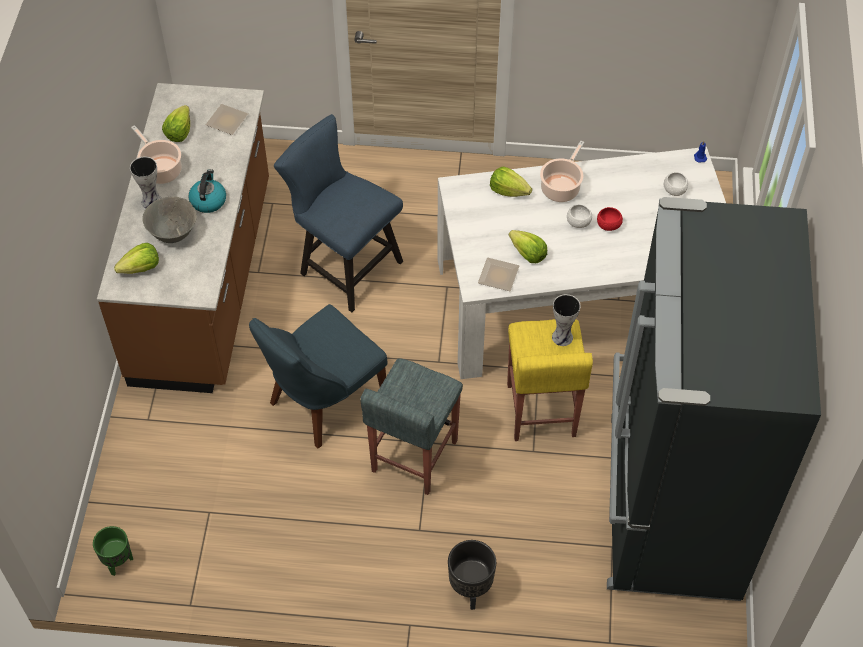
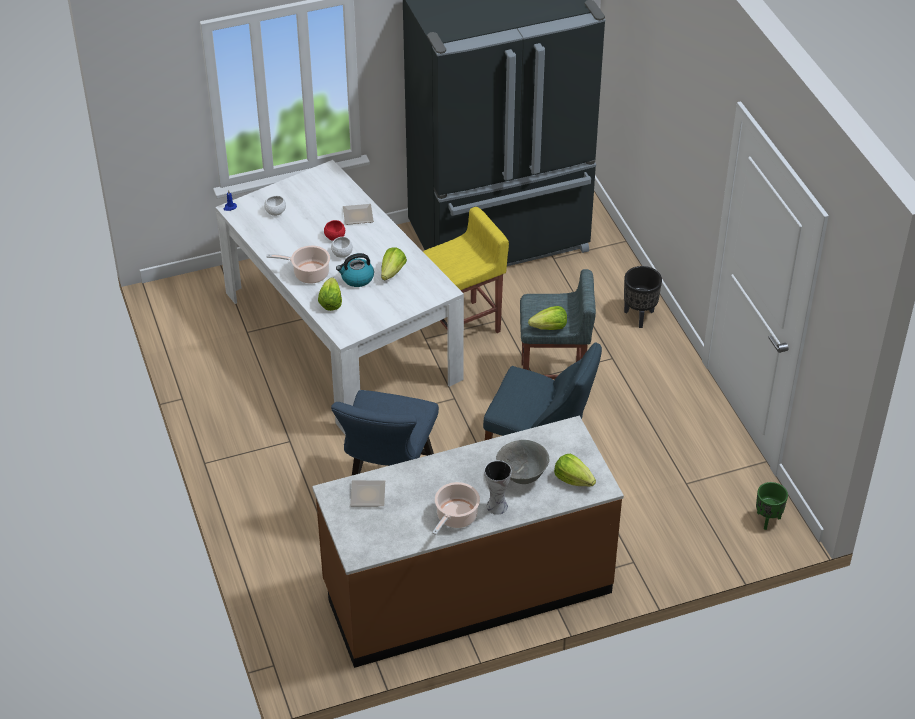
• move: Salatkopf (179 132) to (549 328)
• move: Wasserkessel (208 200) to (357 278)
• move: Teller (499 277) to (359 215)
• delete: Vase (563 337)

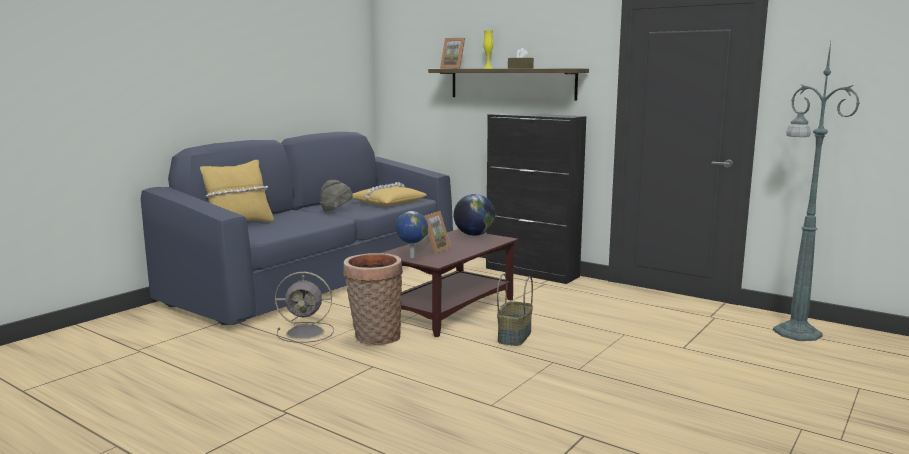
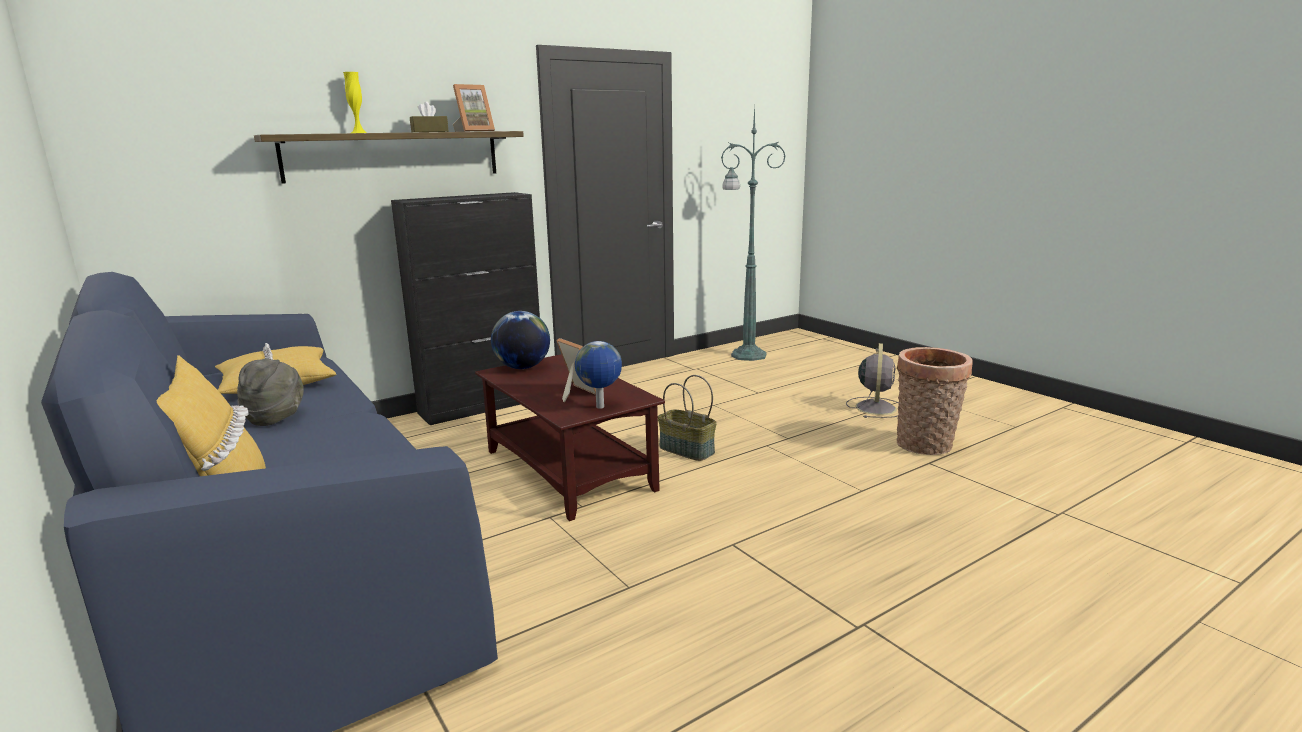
• move: Ventilator (grau) (307 332) to (875 407)
• move: Korb (374 337) to (925 446)
• move: Bilderrahmen (453 68) to (474 131)

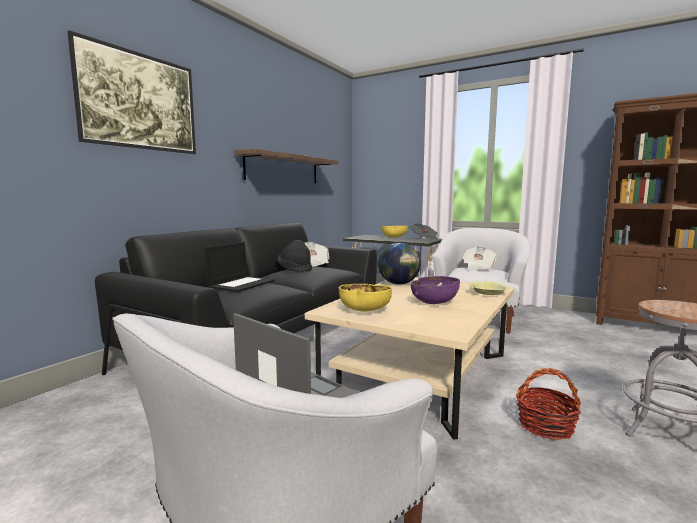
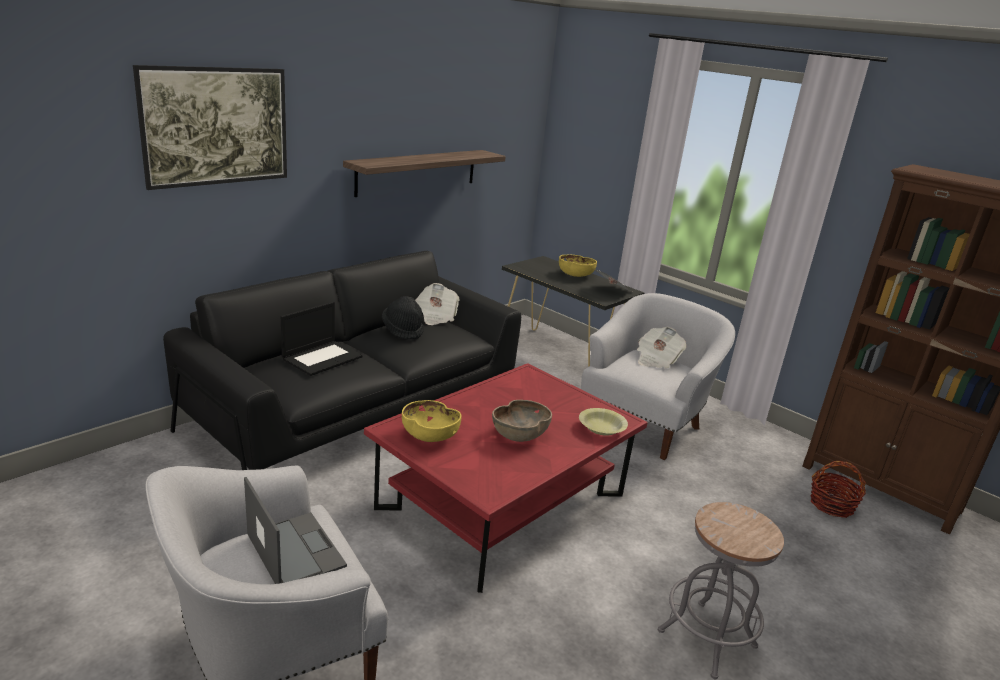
• recolor: Couchtisch (beige) (419 373) to Couchtisch (rot) (502 501)
• delete: Globus (398 284)
• recolor: Schüssel (lila) (435 302) to Schüssel (braun) (520 435)
• move: Korb (546 426) to (831 505)

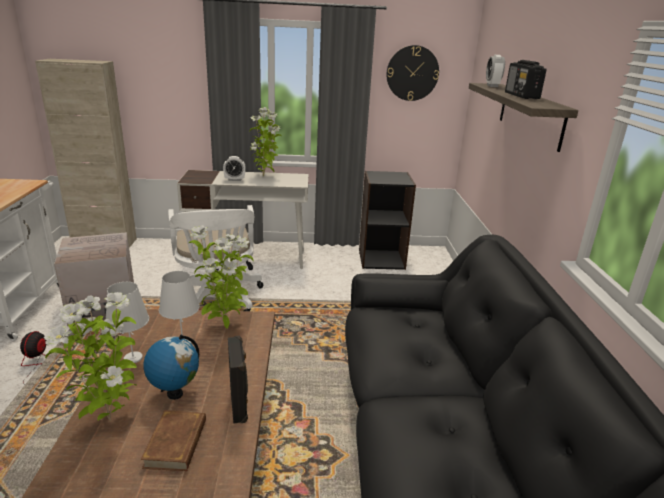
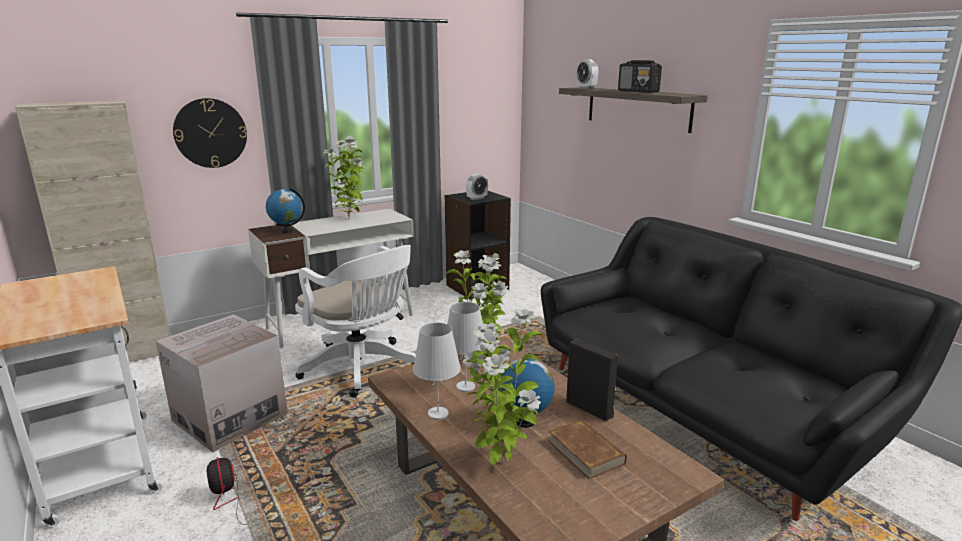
• move: Wecker (234 179) to (477 198)
• move: Wanduhr (412 73) to (210 133)
• insert: Globus (286 231)

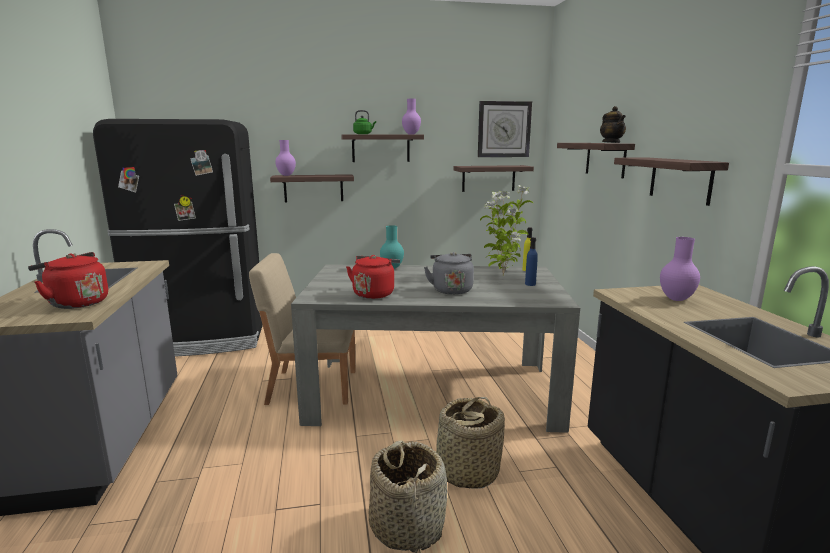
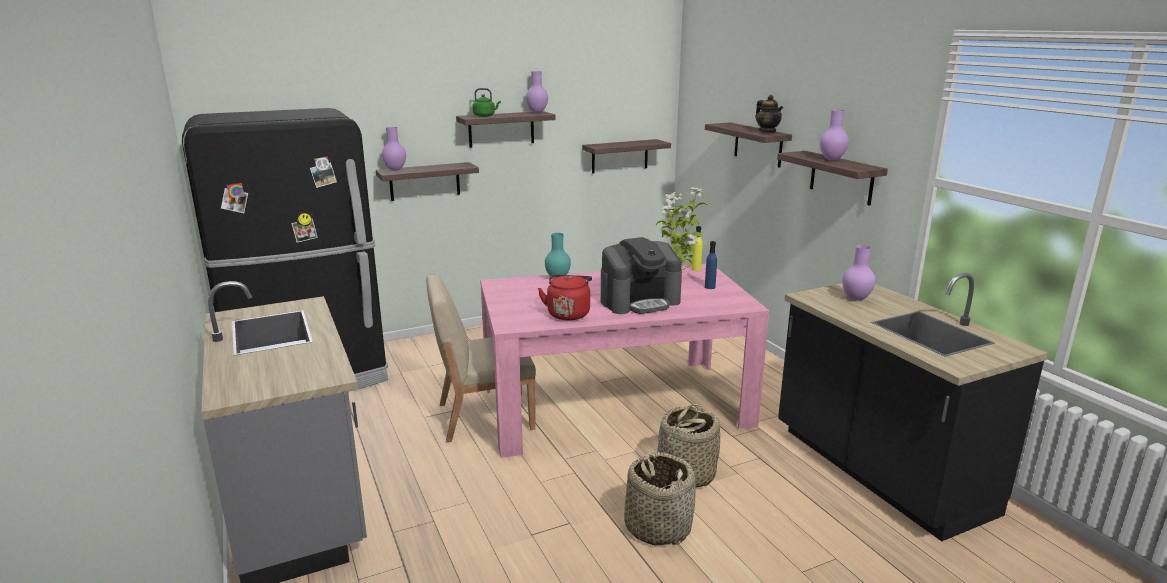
• delete: Wasserkessel (rot) (76 303)
• recolor: Esstisch (grau) (433 391) to Esstisch (rosa) (615 404)
• replace: Wasserkessel (grau) (451 290) to Kaffeemaschine (640 301)
• delete: Wanduhr (504 129)
• insert: Vase (lila) (832 159)

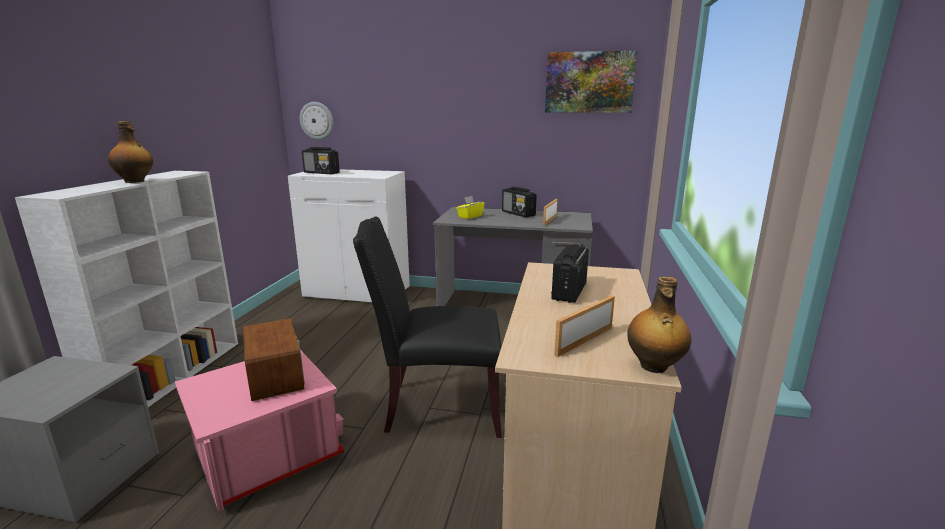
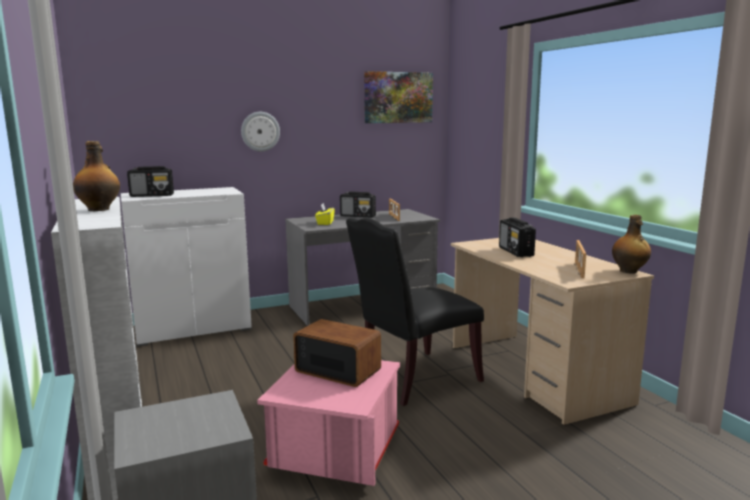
• move: Wanduhr (317 120) to (260 131)

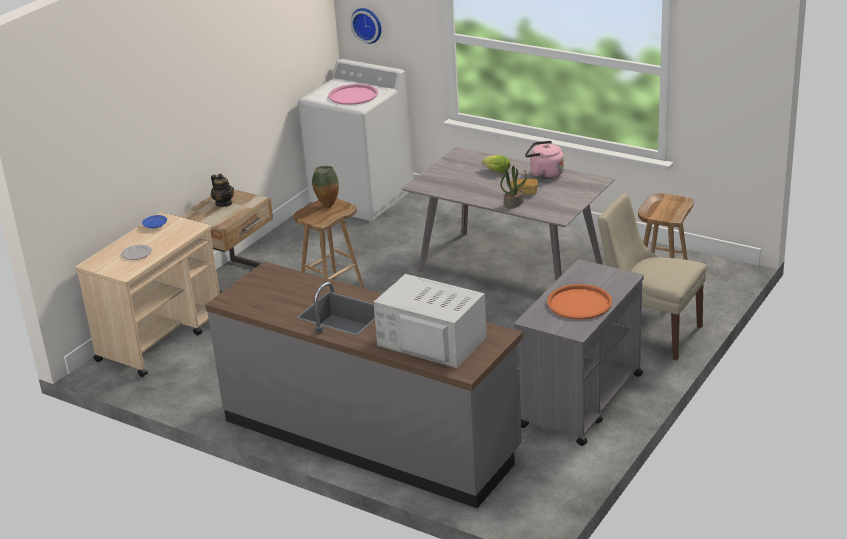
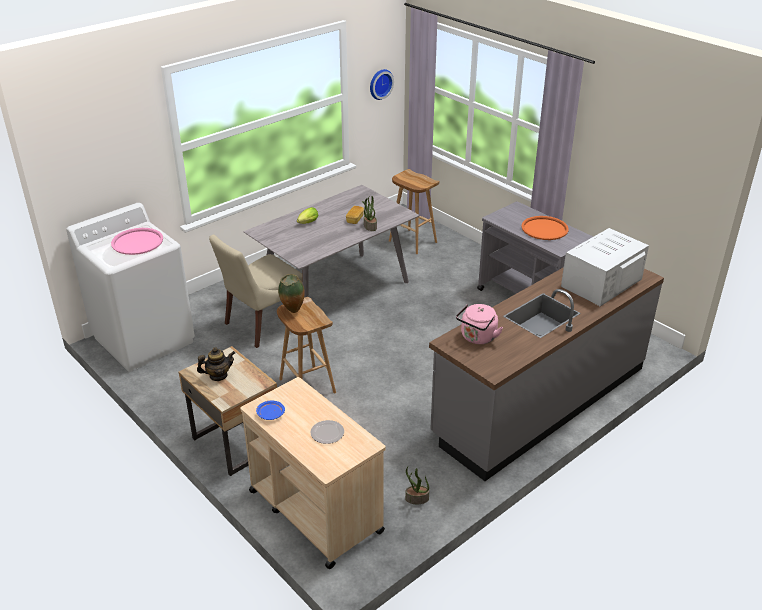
• move: Wanduhr (367 24) to (379 83)
• move: Wasserkessel (rosa) (544 174) to (477 338)
• move: Stuhl (beige) (649 332) to (263 324)
• insert: Topfpflanze (416 499)

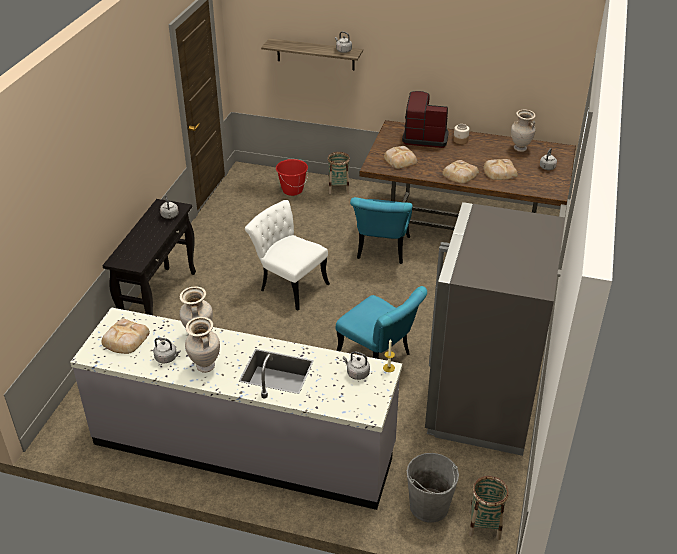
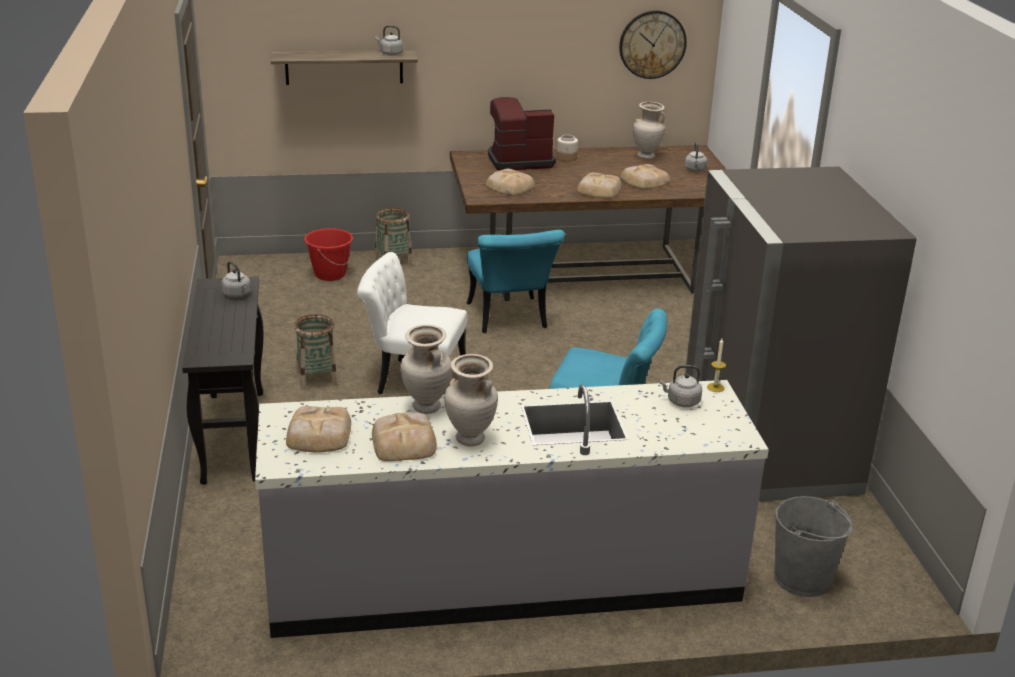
• replace: Wasserkessel (grau) (167 358) to Brot (404 442)
• move: Korb (484 525) to (317 378)
• insert: Wanduhr (652 44)

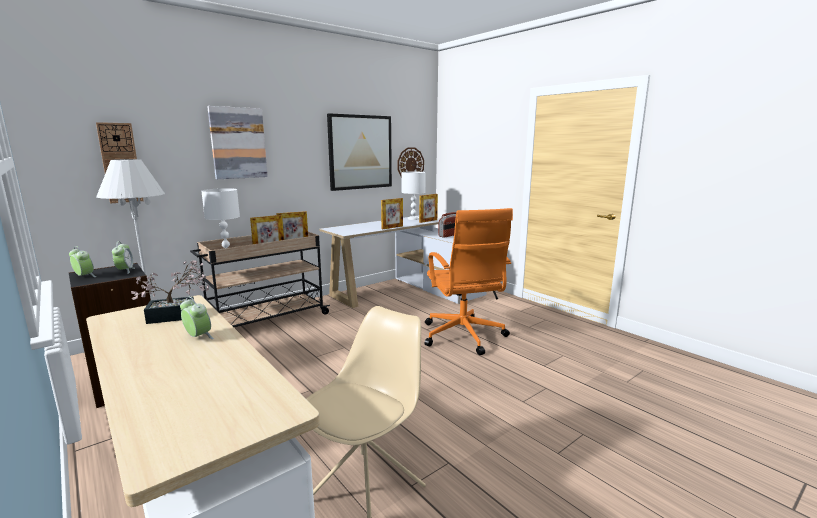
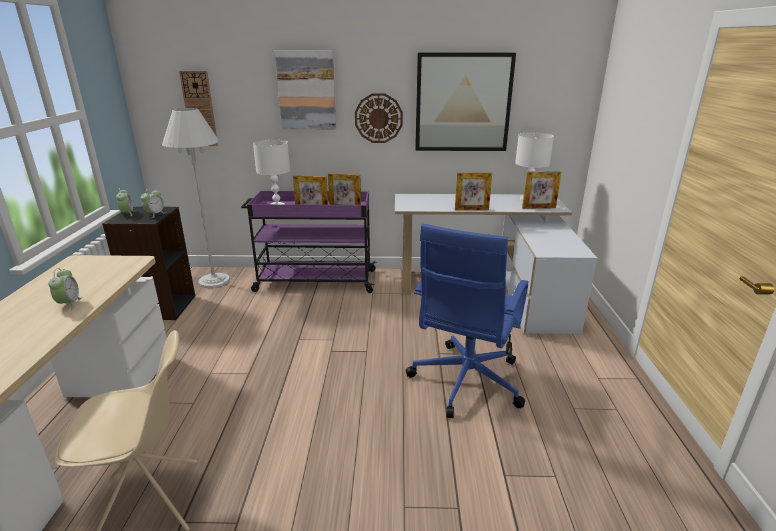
• delete: Topfpflanze (177 316)
• recolor: Rollwagen (beige) (266 320) to Rollwagen (lila) (314 281)
• move: Wanduhr (410 164) to (378 118)
• recolor: Bürostuhl (orange) (463 336) to Bürostuhl (blau) (465 382)
• delete: Radio (450 235)

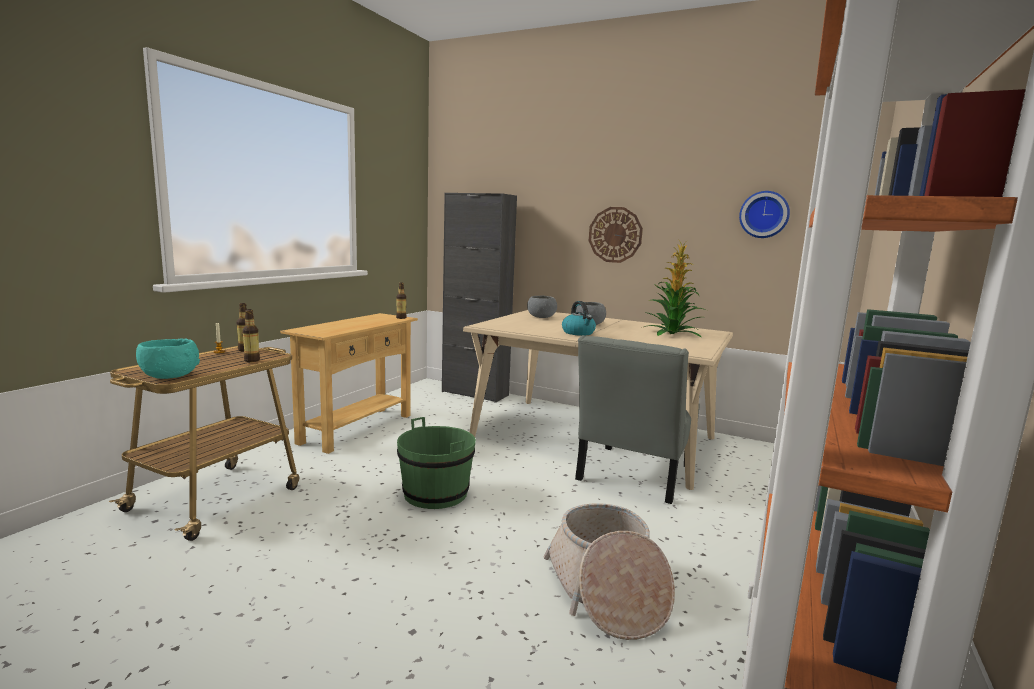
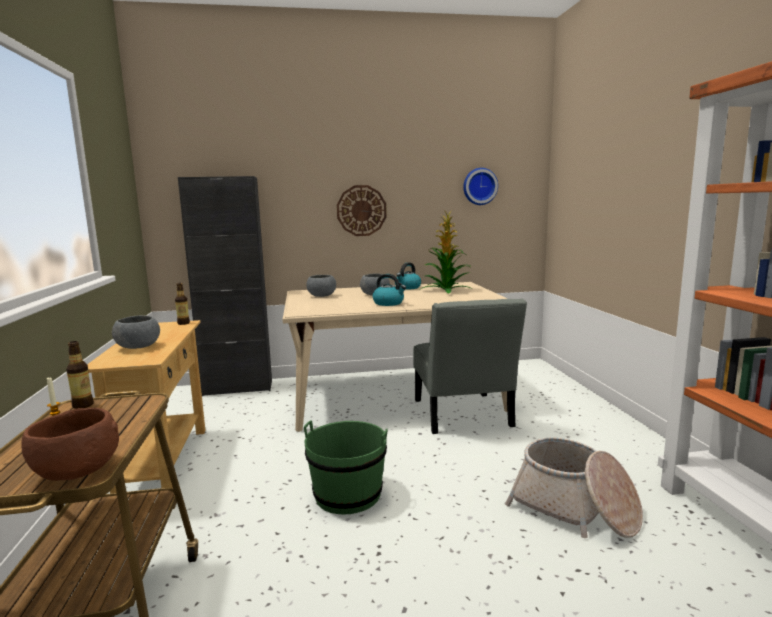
• recolor: Schüssel (türkis) (169 375) to Schüssel (braun) (75 470)
• delete: Flasche (252 360)
• insert: Schüssel (grau) (138 347)
• insert: Wasserkessel (407 287)

